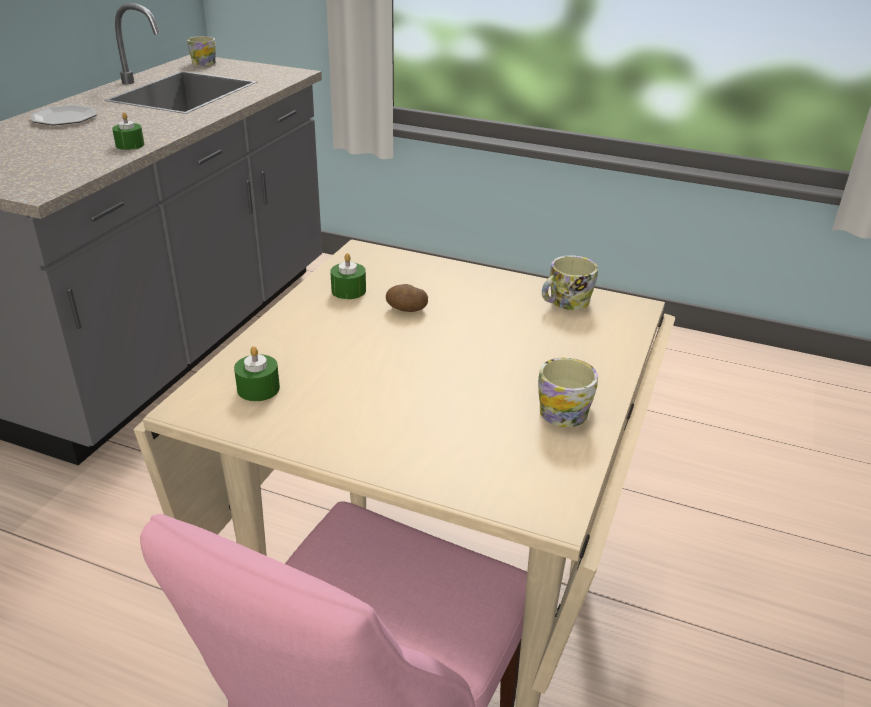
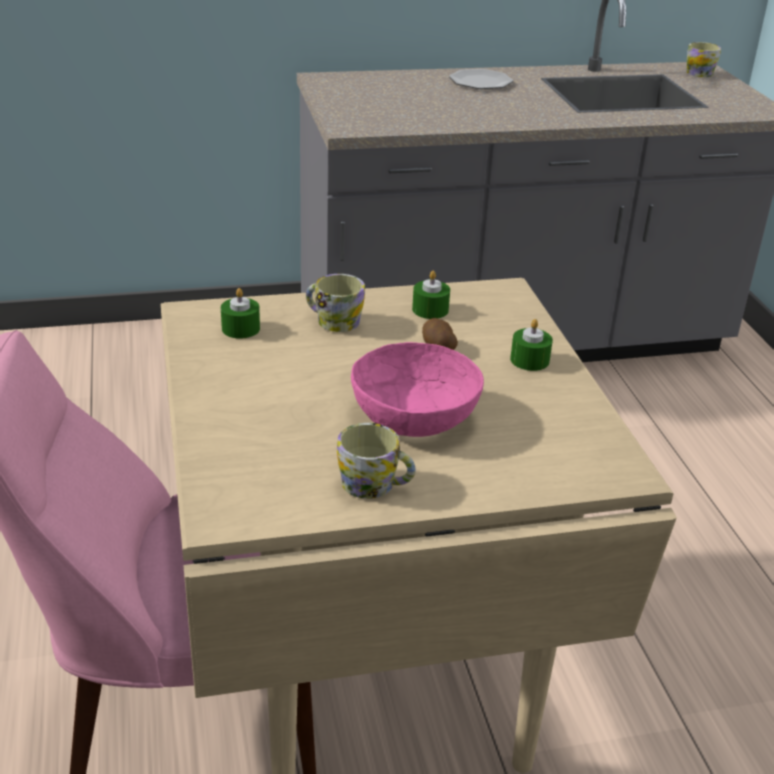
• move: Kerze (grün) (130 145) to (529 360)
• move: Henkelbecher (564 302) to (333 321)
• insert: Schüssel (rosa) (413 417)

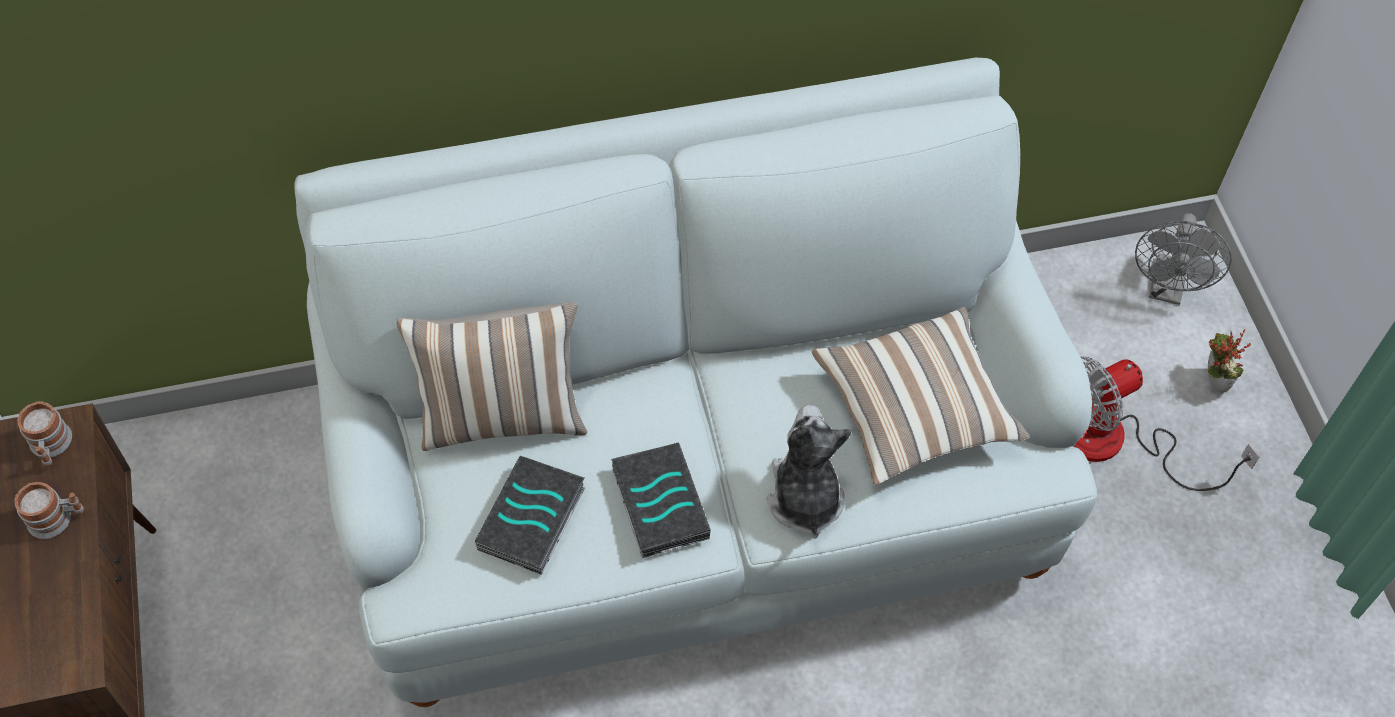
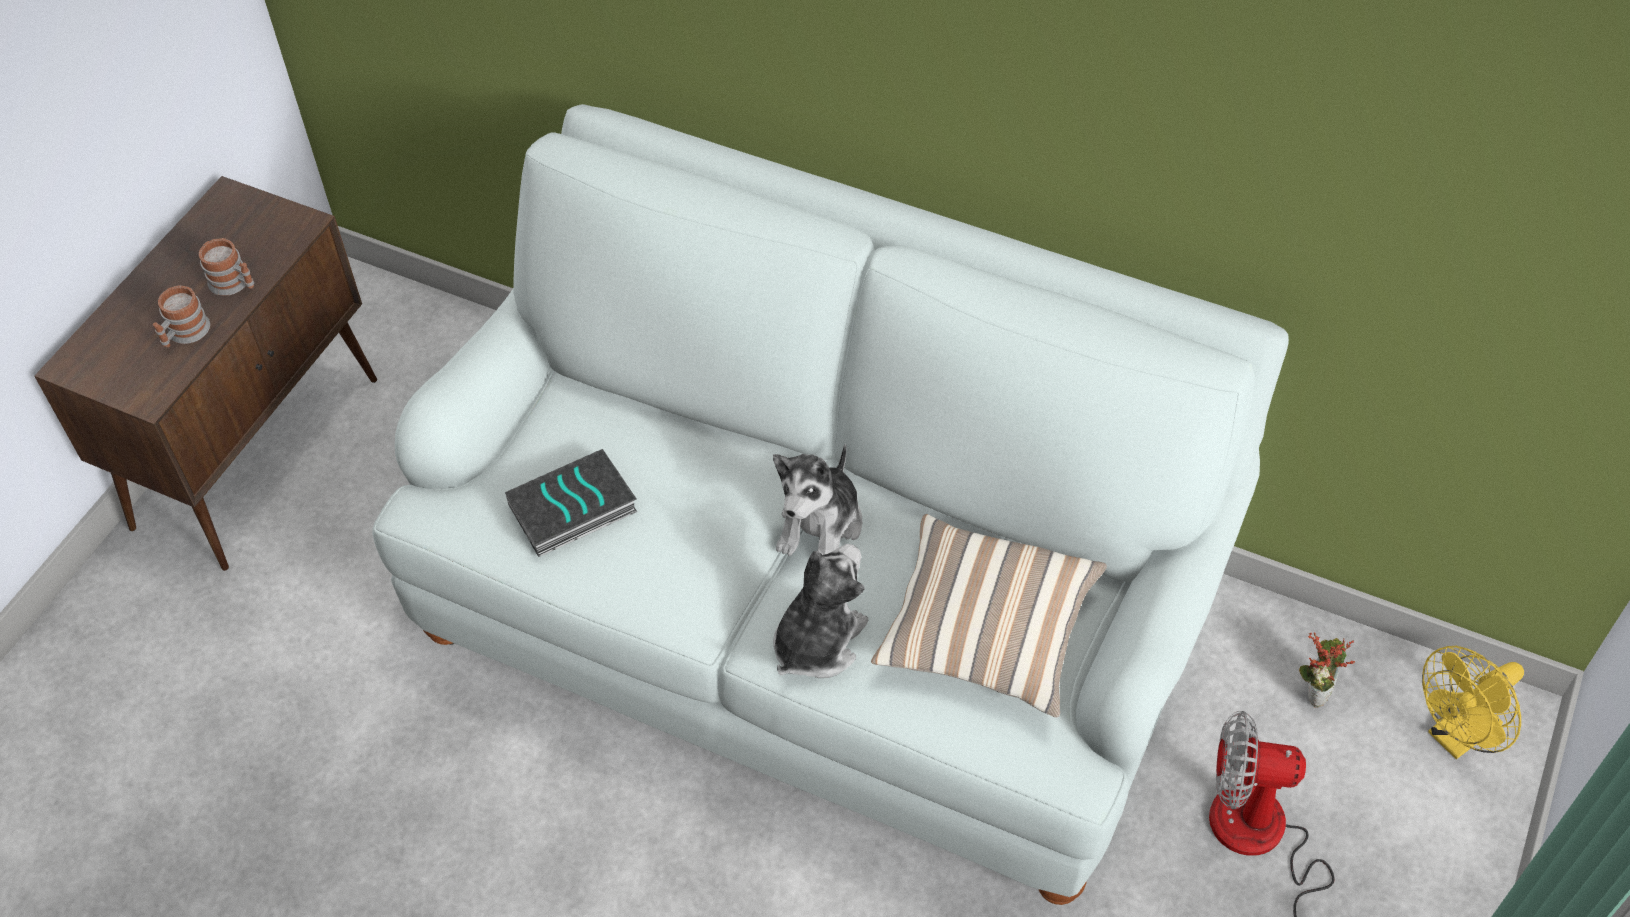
• move: Henkelbecher (51 446) to (184 334)
• delete: Kissen (502 416)
• delete: Buch (658 503)
• recolor: Ventilator (grau) (1167 289) to Ventilator (gelb) (1456 737)
• move: Topfpflanze (1211 380) to (1314 691)
• insert: Plüschtier (821 525)

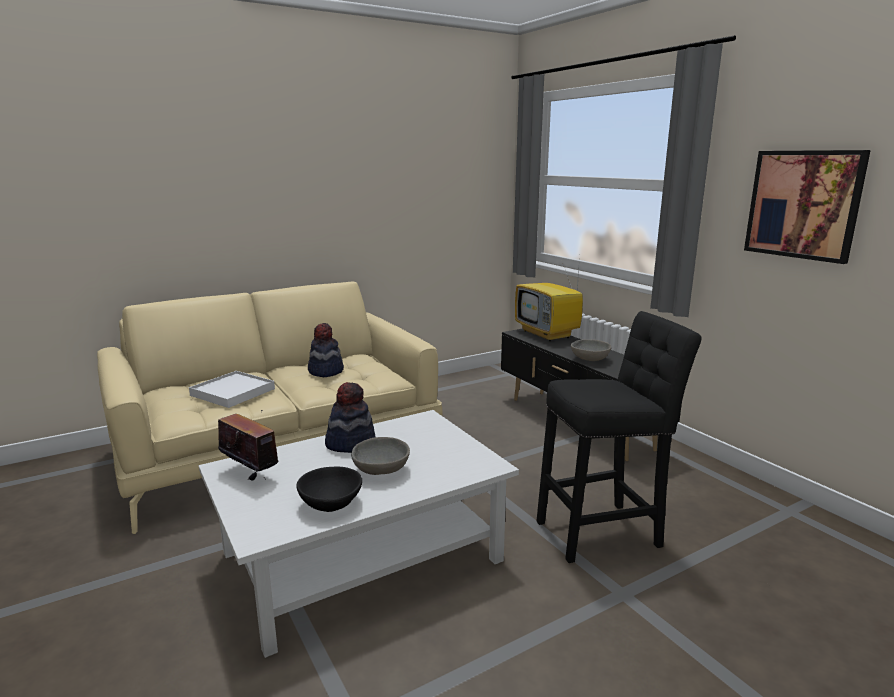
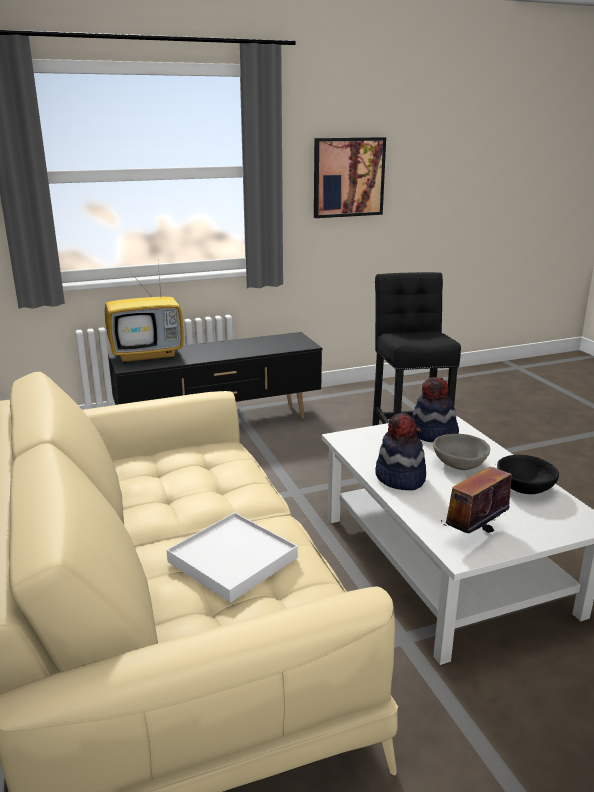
• move: Hut (325 371) to (433 434)
• delete: Schüssel (grau) (589 359)

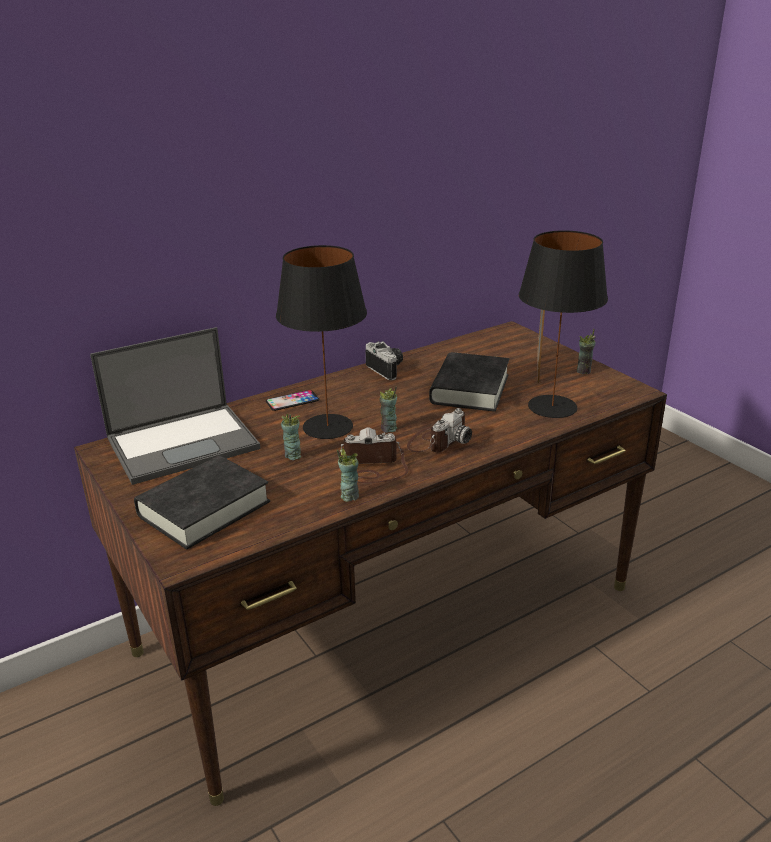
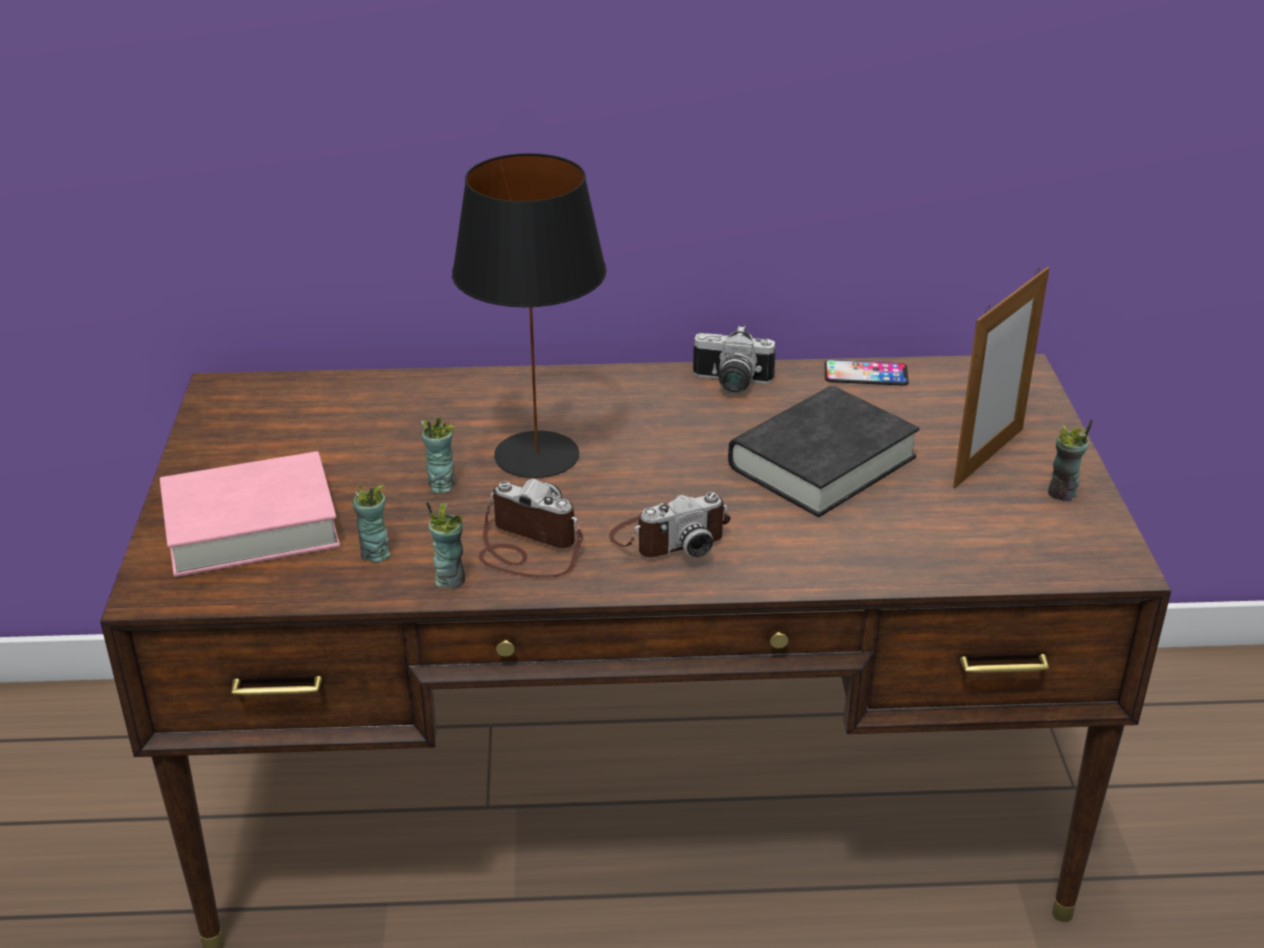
• delete: Laptop (184 442)
• recolor: Buch (schwarz) (204 509) to Buch (rosa) (251 525)
• move: Handy (292 401) to (865 374)
• rotate: Kamera (388 369) = (730 384) 105 degrees clockwise
• move: Tasse (388 429) to (375 554)
• delete: Tischlampe (schwarz) (552 407)

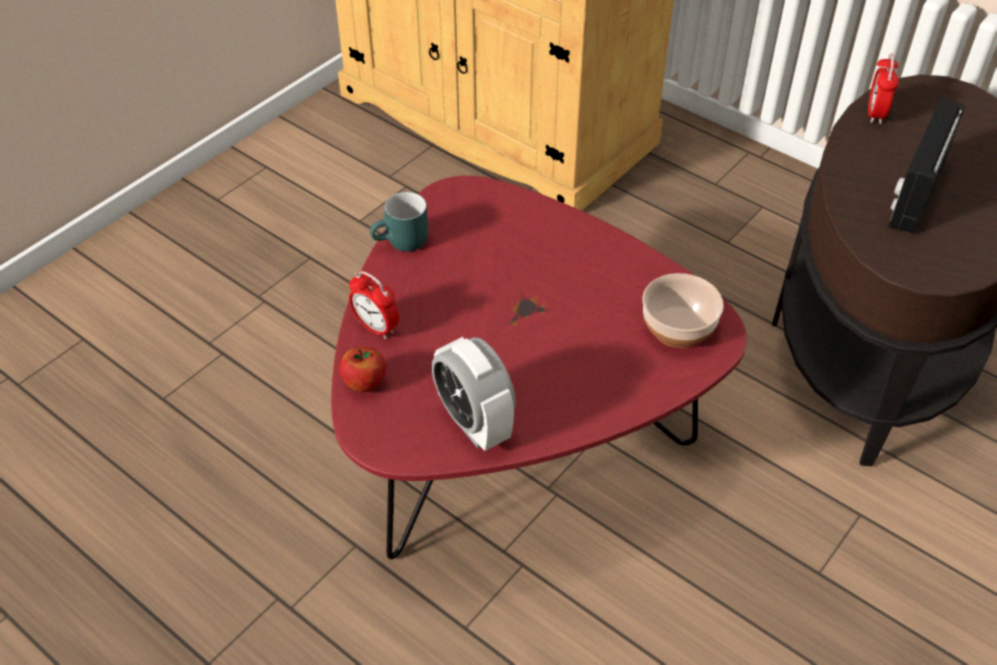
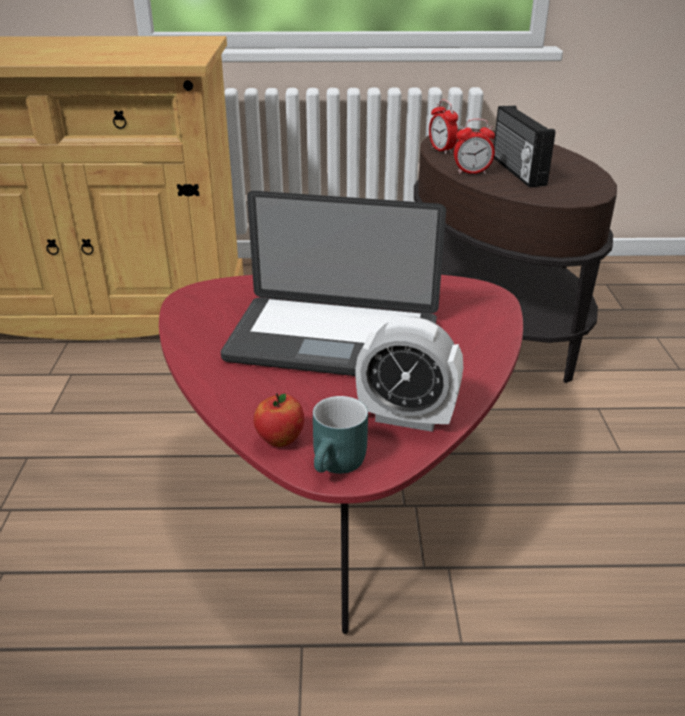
• move: Wecker (376 327) to (472 172)
• move: Henkelbecher (türkis) (402 243) to (339 465)
• delete: Schüssel (677 327)
• insert: Laptop (333 341)

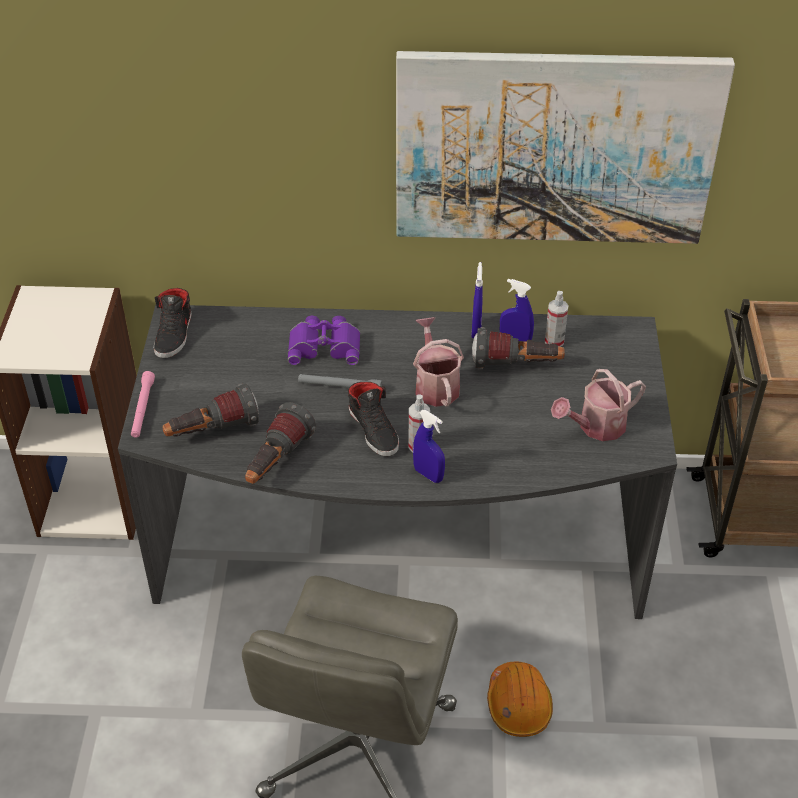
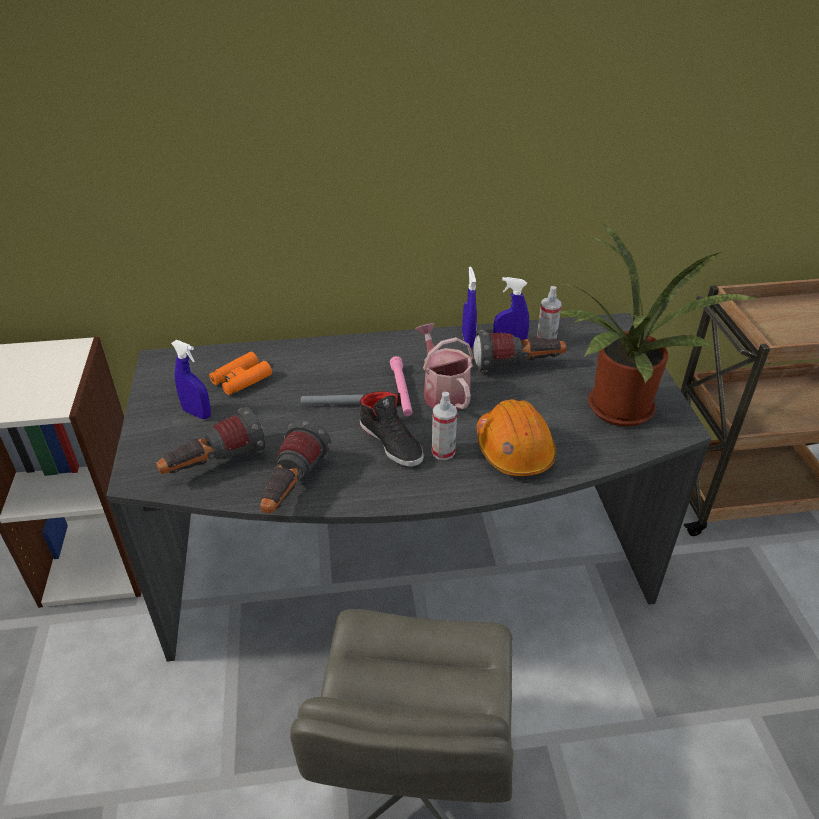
• move: Taschenlampe (rosa) (143 409) to (401 391)
• delete: Schuh (schwarz) (174 334)
• delete: Fernglas (lila) (325 345)
• delete: Bild (554 148)
• move: Sprühflasche (blau) (428 474) to (197 413)
• move: Schutzhelm (orange) (518 705) to (513 450)
• replace: Gießkanne (596 427) to Topfpflanze (617 412)
• insert: Fernglas (orange) (241 380)

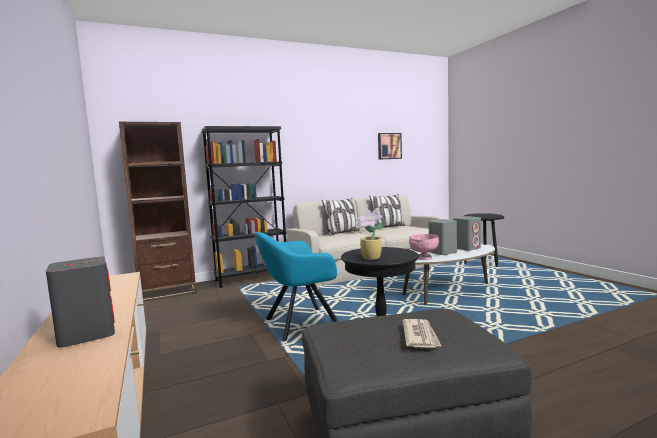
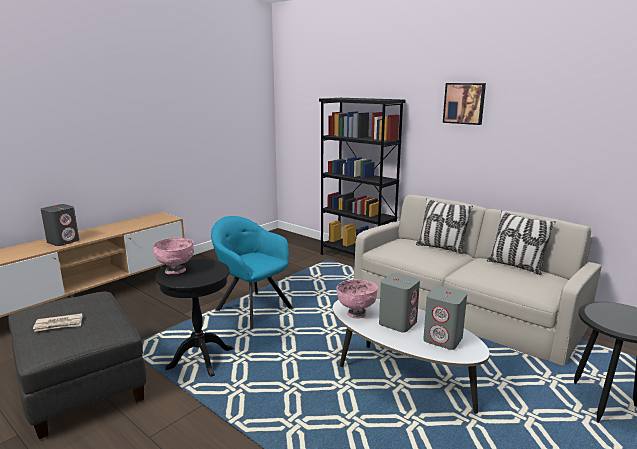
• delete: Bücherregal (braun) (168 292)
• replace: Topfpflanze (372 258) to Schüssel (rosa) (176 271)
• move: Bild (389 146) to (464 103)

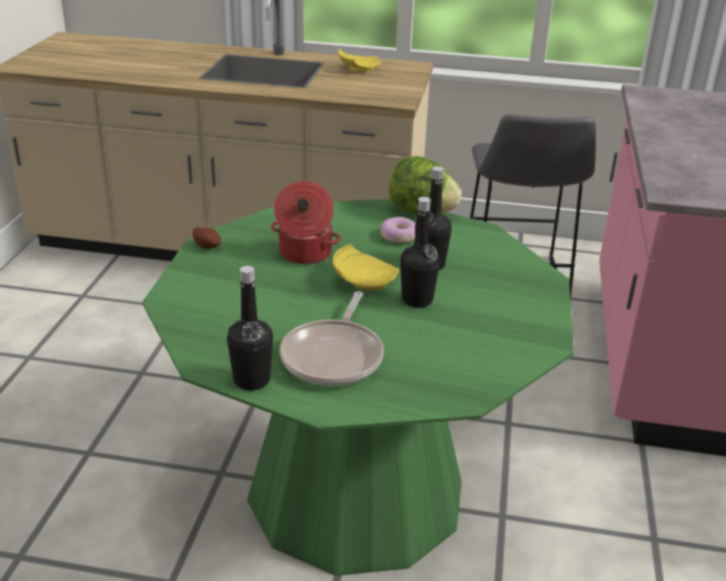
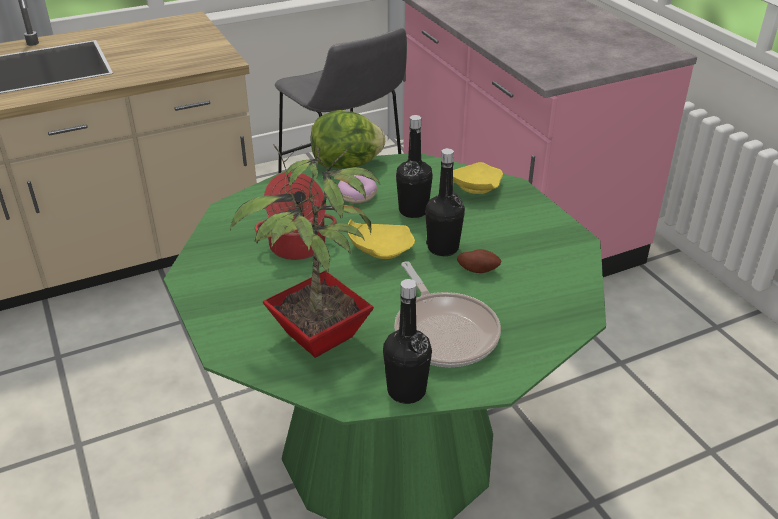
• move: Kartoffel (207 246) to (478 269)
• move: Teller (gelb) (358 69) to (473 187)
• insert: Topfpflanze (316 339)

